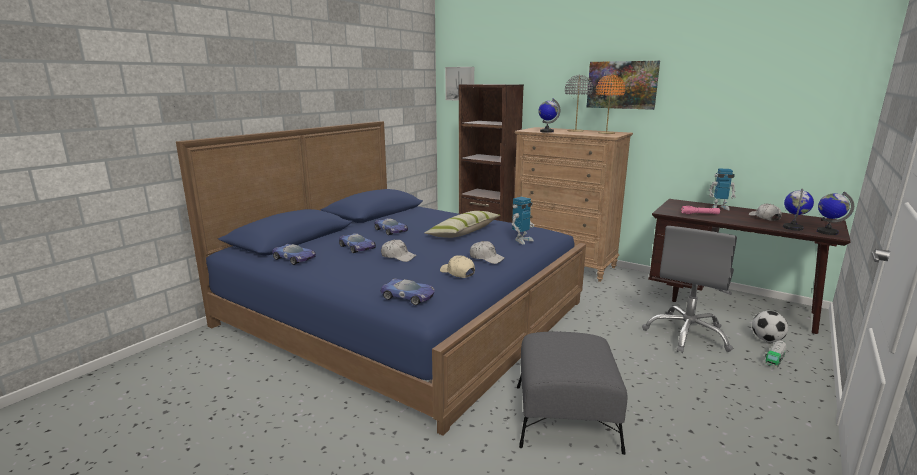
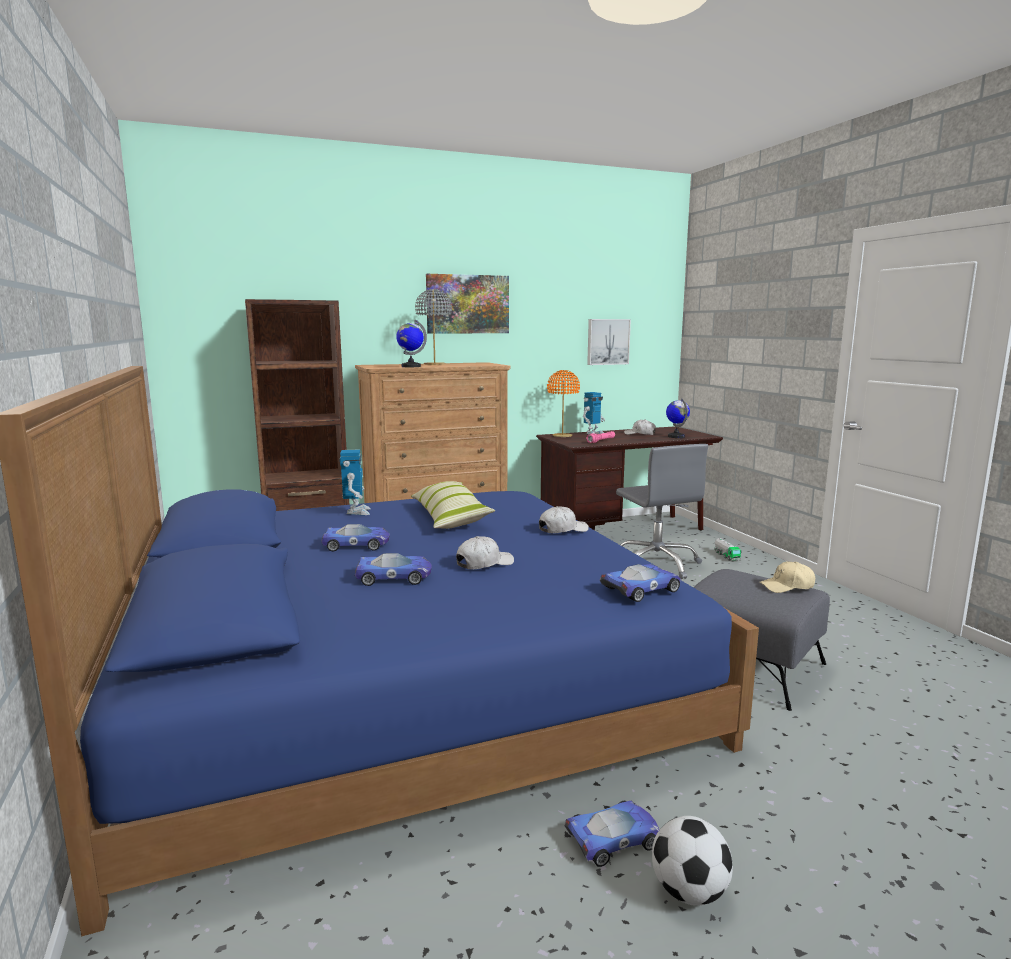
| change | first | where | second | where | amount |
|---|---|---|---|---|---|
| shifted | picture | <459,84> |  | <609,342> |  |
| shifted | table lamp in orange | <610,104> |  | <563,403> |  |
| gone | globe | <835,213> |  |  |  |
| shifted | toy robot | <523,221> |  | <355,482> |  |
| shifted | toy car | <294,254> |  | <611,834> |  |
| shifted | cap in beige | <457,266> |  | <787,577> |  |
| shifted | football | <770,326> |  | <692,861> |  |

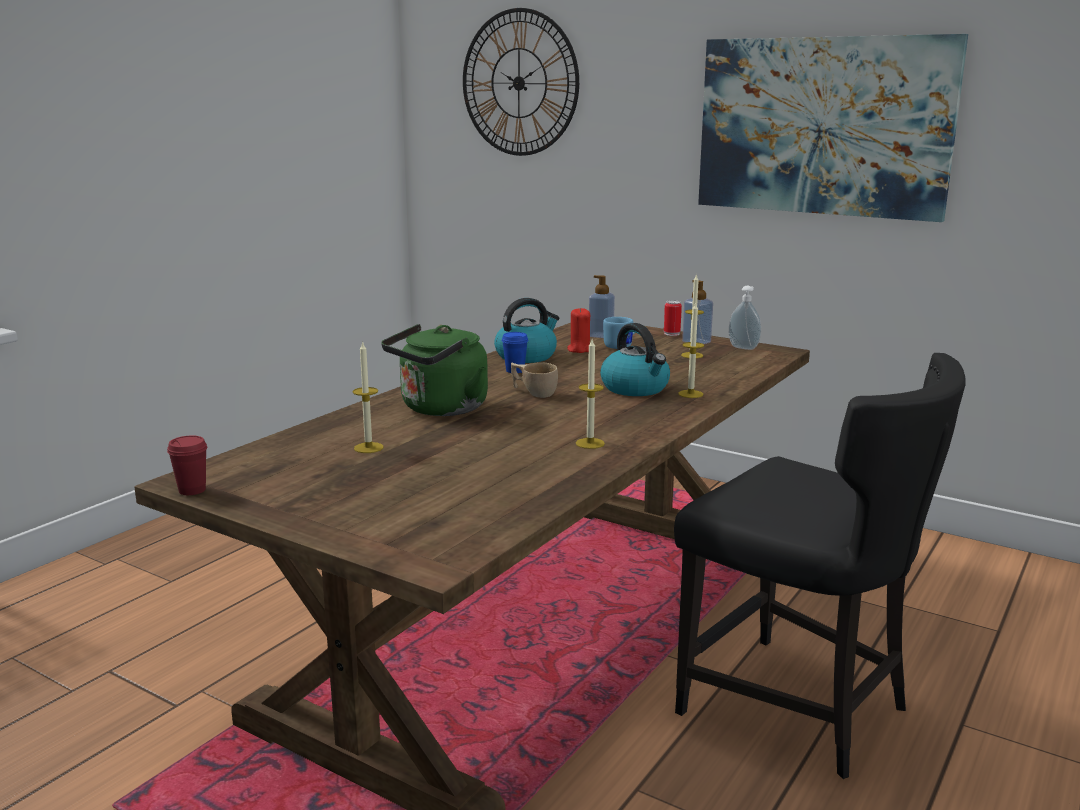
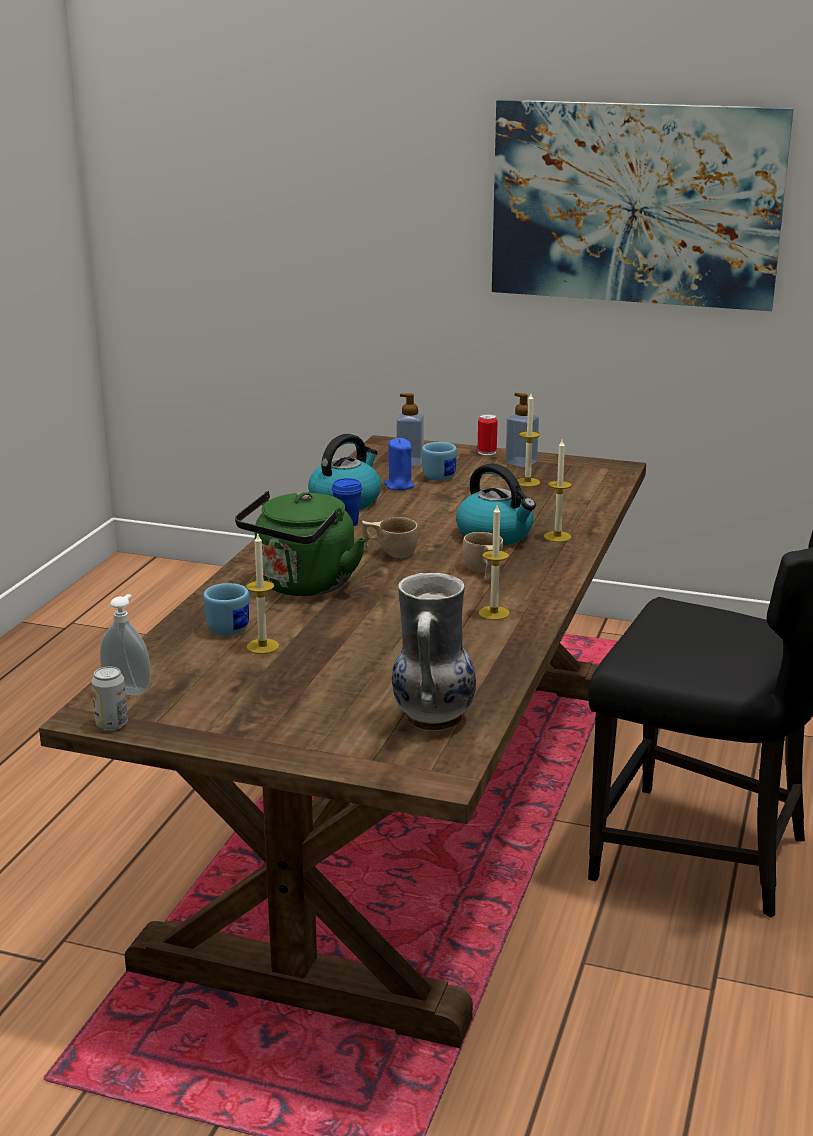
| change | first | where | second | where | amount |
|---|---|---|---|---|---|
| gone | wall clock | <521,82> |  |  |  |
| shifted | soap dispenser | <745,318> |  | <125,644> |  |
| repainted | candle in red | <578,330> | candle in blue | <399,464> |  |
| swapped | cup in red | <187,465> | can | <109,698> |  |
| new |  |  | cup in beige | <483,556> |  |
| new |  |  | vase | <434,652> |  |
| new |  |  | mug in blue | <226,609> |  |

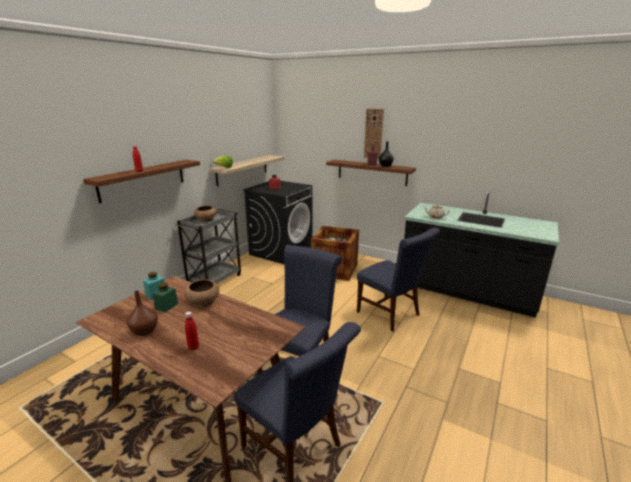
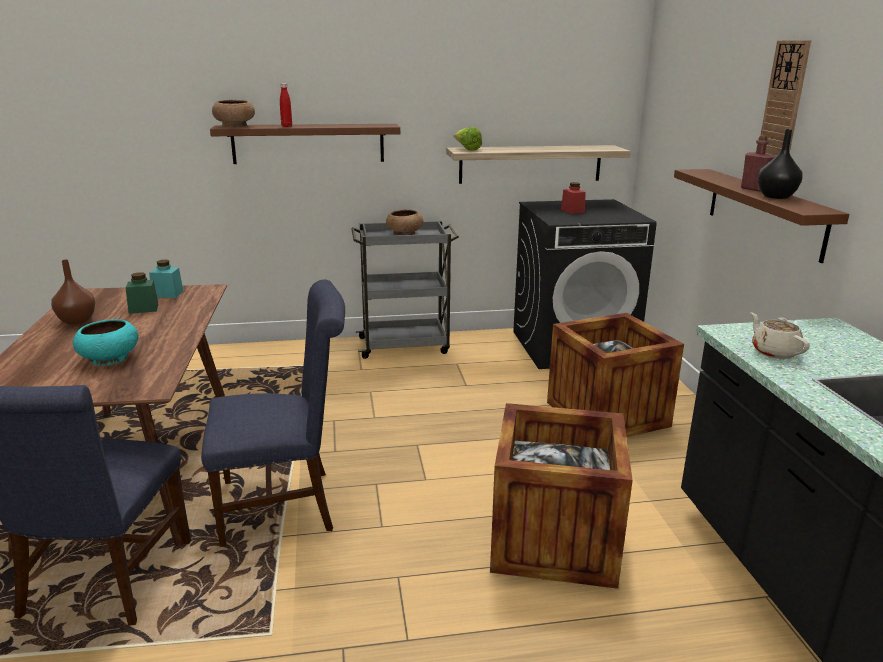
| change | first | where | second | where | amount |
|---|---|---|---|---|---|
| swapped | chair in blue | <398,280> | crate | <561,496> |  |
| shifted | bowl in brown | <201,293> |  | <233,114> |  |
| gone | bottle in red | <192,330> |  |  |  |
| new |  |  | bowl in turquoise | <106,342> |  |

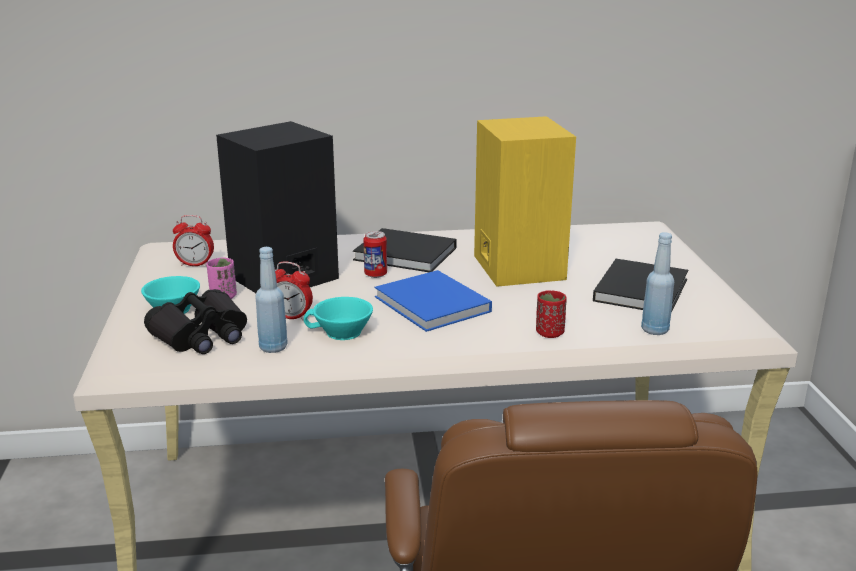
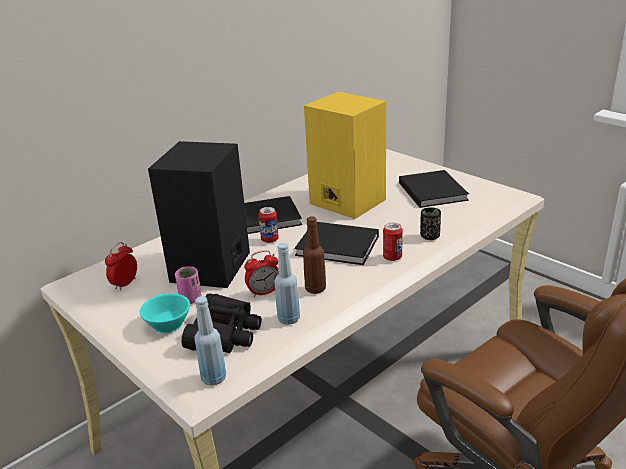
| change | first | where | second | where | amount |
|---|---|---|---|---|---|
| rotated | alarm clock | <193,241> |  | <121,266> | 150 degrees clockwise |
| shifted | bottle in blue | <657,283> |  | <210,341> |  |
| repainted | book in blue | <433,301> | book in black | <336,243> |  |
| repainted | cup in red | <551,314> | cup in black | <430,223> |  |
| swapped | cup in turquoise | <338,318> | bottle in brown | <314,255> |  |
| new |  |  | can | <393,242> |  |

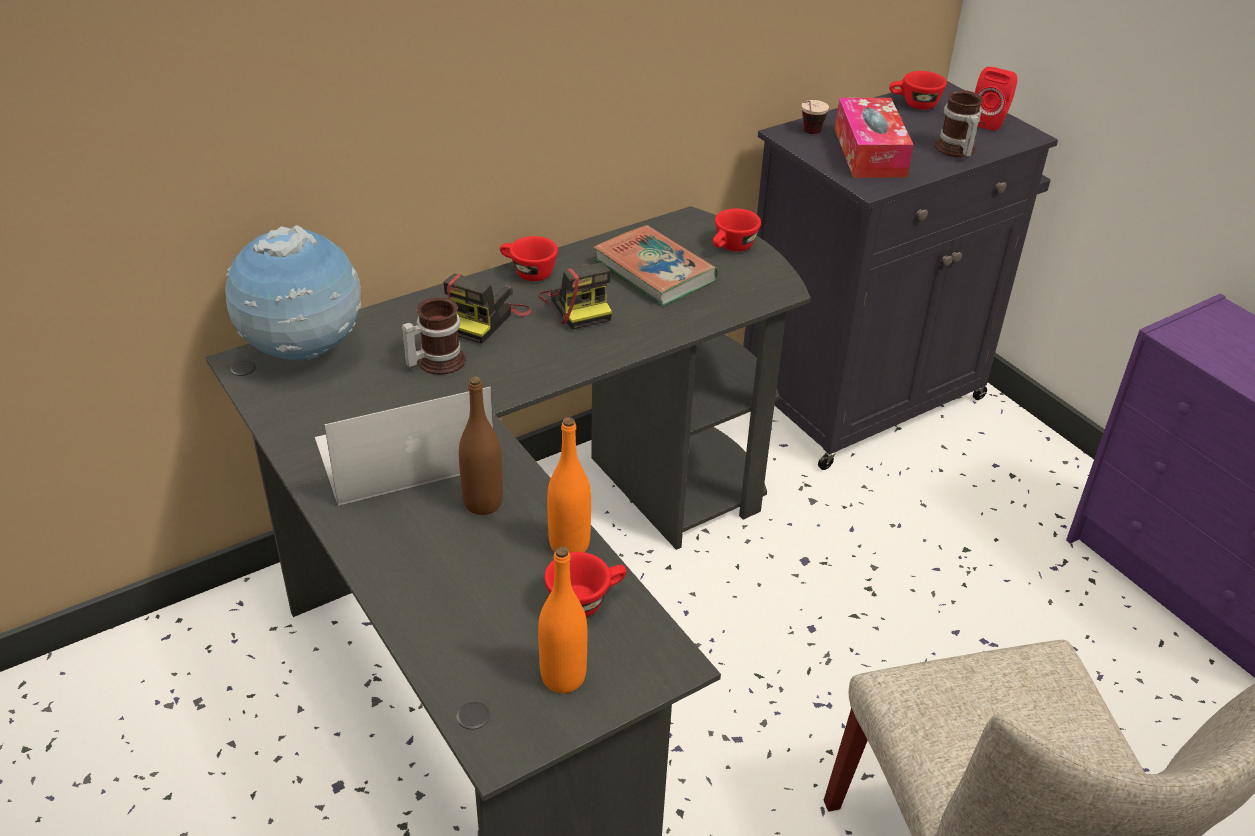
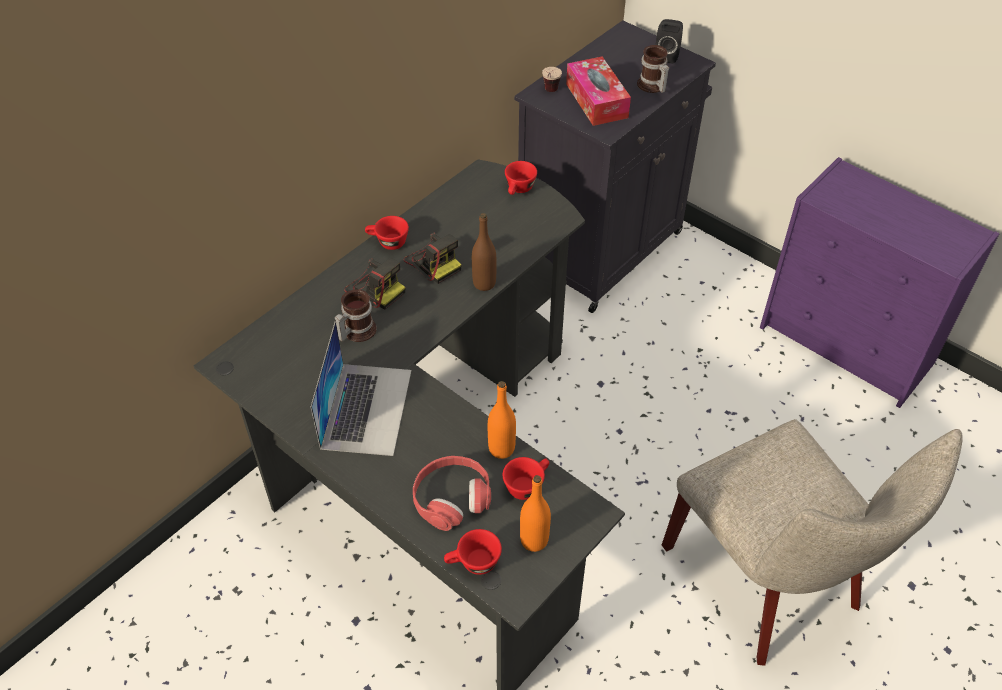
| change | first | where | second | where | amount |
|---|---|---|---|---|---|
| repainted | speaker in red | <996,99> | speaker in black | <669,41> |  |
| shifted | cup in red | <918,90> |  | <473,552> |  |
| gone | globe | <293,292> |  |  |  |
| gone | book | <656,265> |  |  |  |
| rotated | photo camera | <488,309> |  | <374,284> | 60 degrees counterclockwise |
| shifted | bottle in brown | <481,445> |  | <484,252> |  |
| rotated | laptop | <404,446> |  | <360,388> | 135 degrees clockwise |
| new |  |  | headphones in red | <452,493> |  |

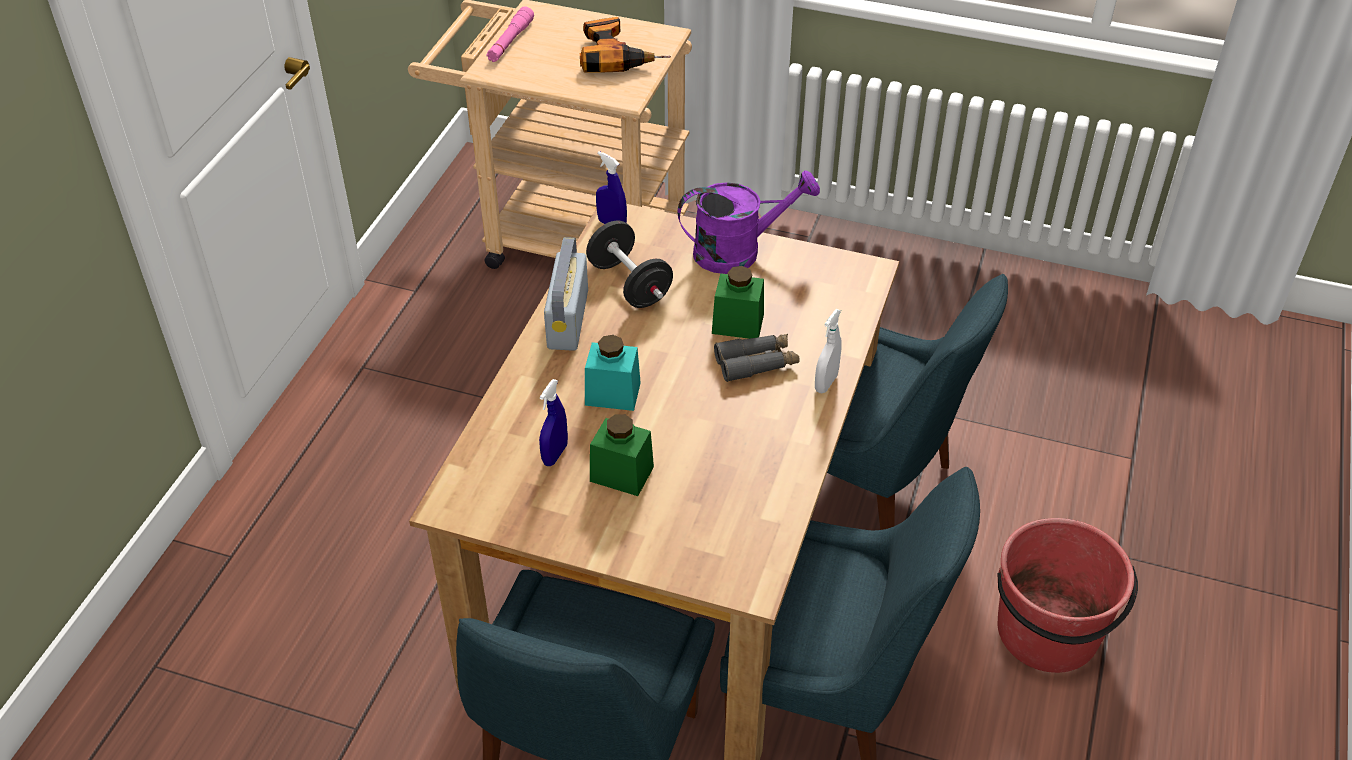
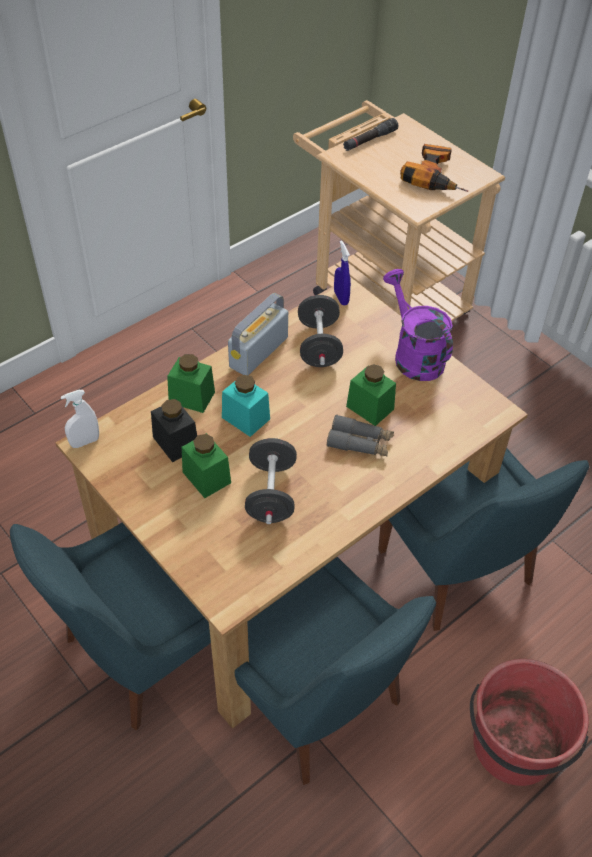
| change | first | where | second | where | amount |
|---|---|---|---|---|---|
| repainted | flashlight in pink | <510,34> | flashlight in black | <371,134> |  |
| rotated | watering can in purple | <748,222> |  | <418,325> | 135 degrees counterclockwise |
| shifted | spray bottle in white | <828,351> |  | <80,419> |  |
| swapped | spray bottle in blue | <553,422> | jar in black | <174,430> |  |
| new |  |  | jar in green | <191,383> |  |
| new |  |  | dumbbell in black | <271,481> |  |

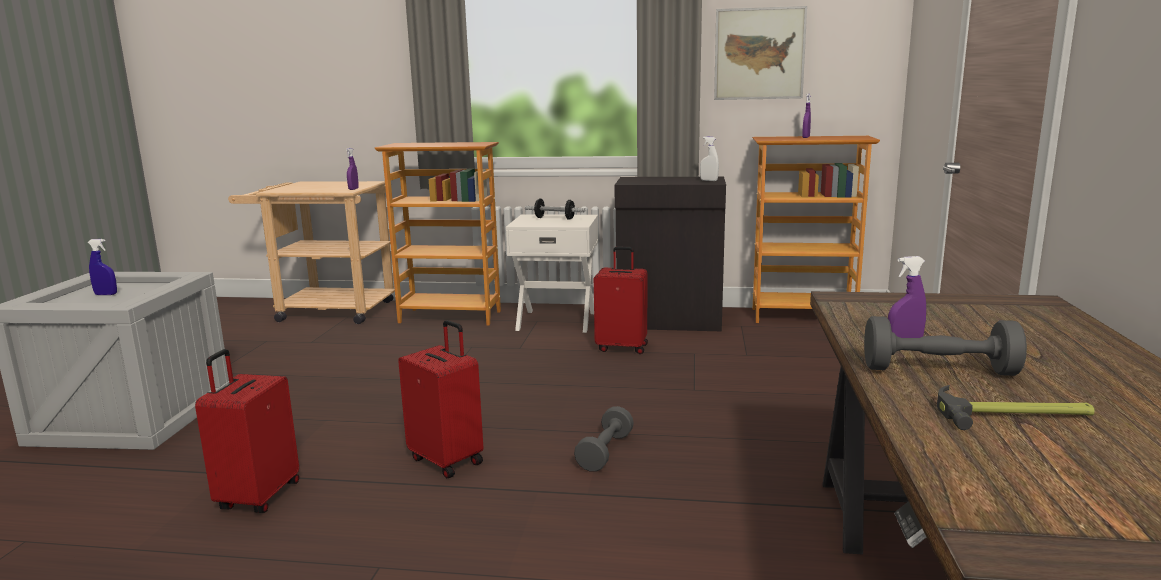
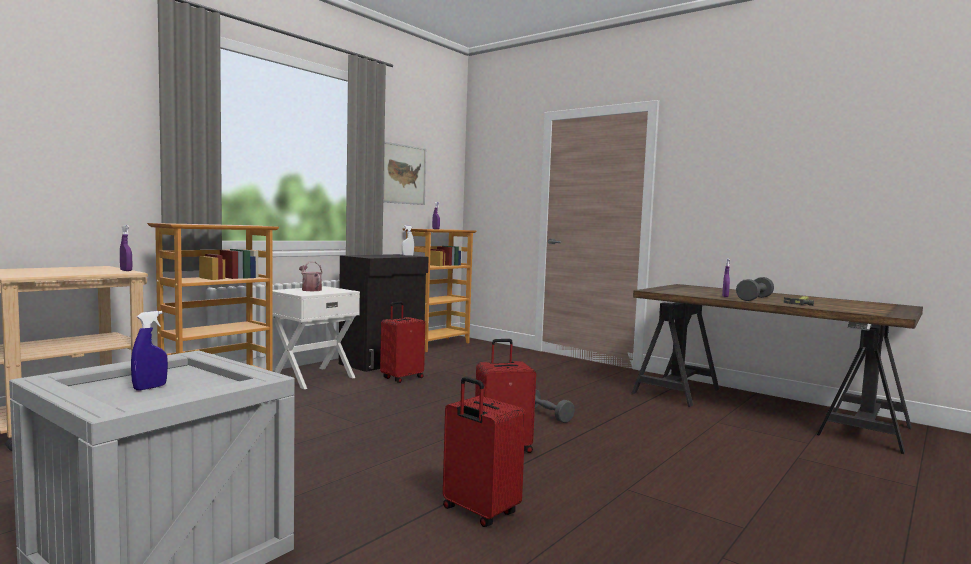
| change | first | where | second | where | amount |
|---|---|---|---|---|---|
| swapped | dumbbell | <555,209> | watering can | <311,276> |  |

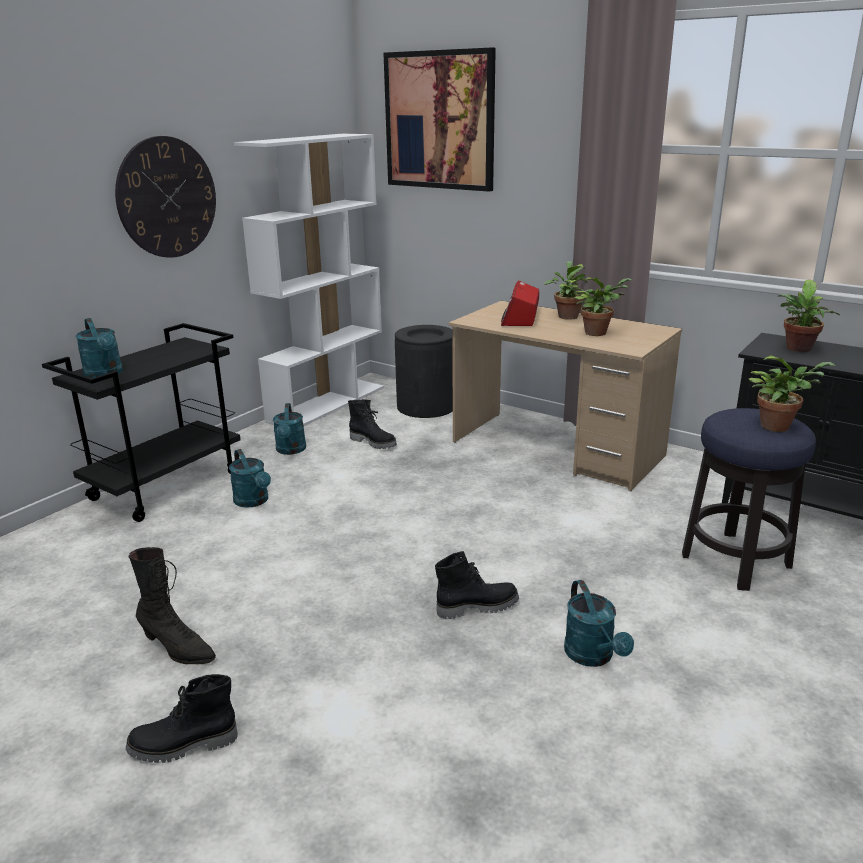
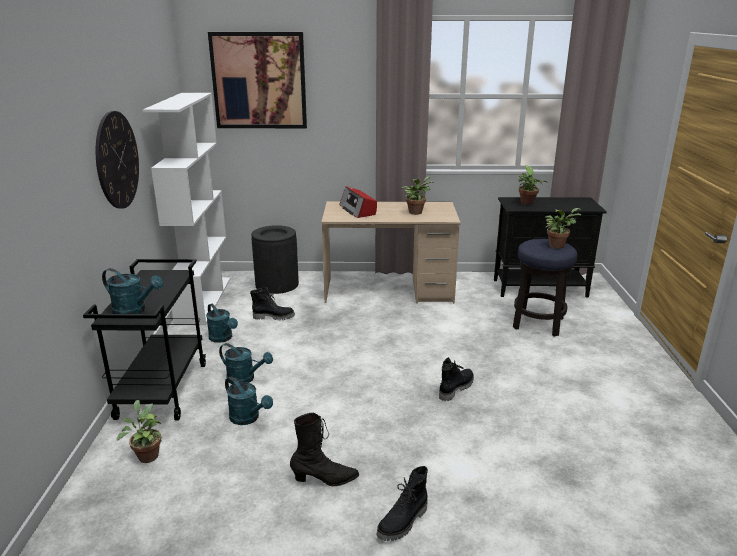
| change | first | where | second | where | amount |
|---|---|---|---|---|---|
| shifted | potted plant | <566,290> |  | <139,431> |  |
| shifted | watering can in turquoise | <599,623> |  | <249,400> |  |

